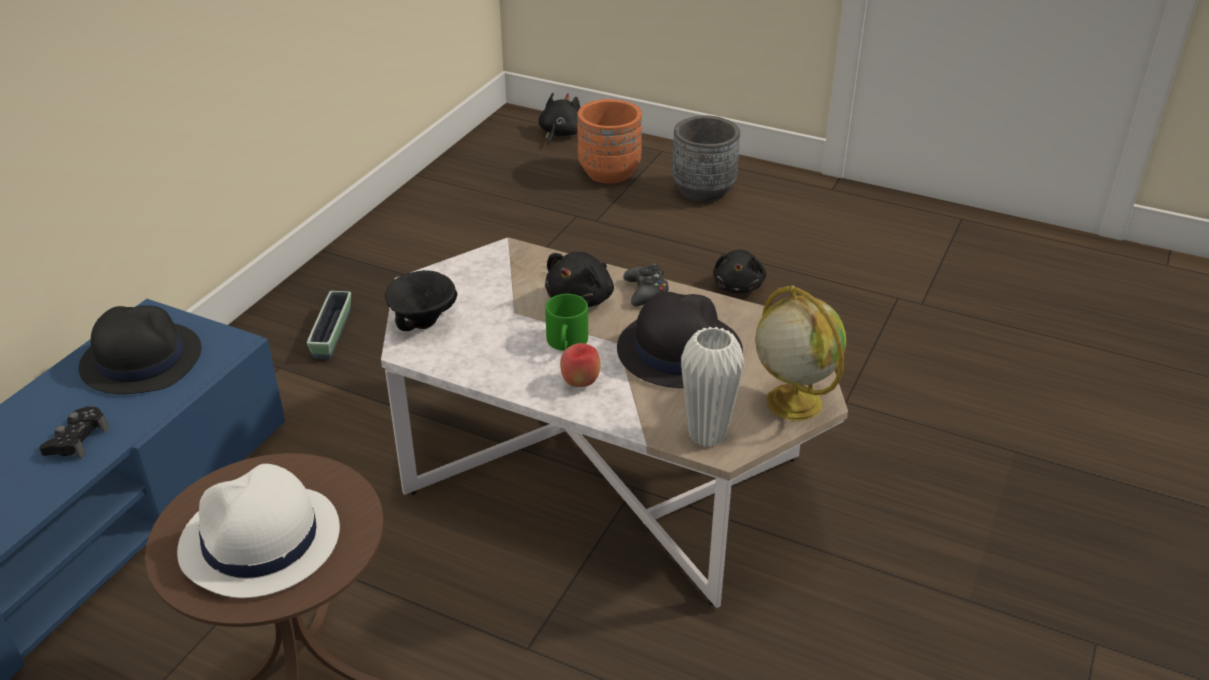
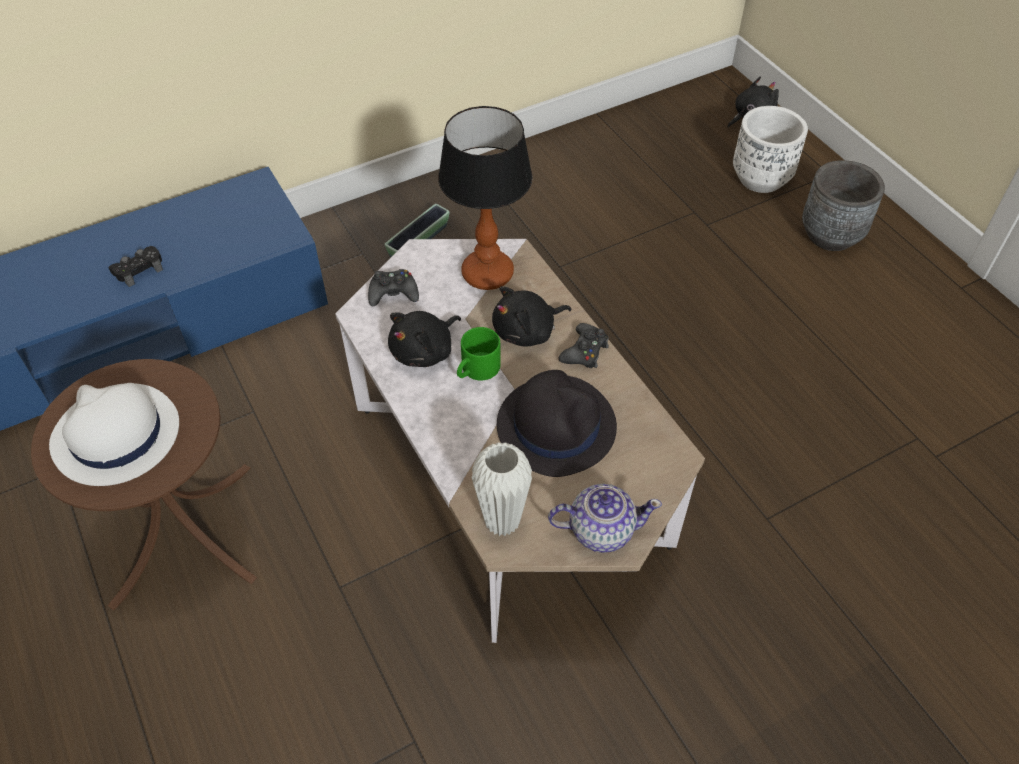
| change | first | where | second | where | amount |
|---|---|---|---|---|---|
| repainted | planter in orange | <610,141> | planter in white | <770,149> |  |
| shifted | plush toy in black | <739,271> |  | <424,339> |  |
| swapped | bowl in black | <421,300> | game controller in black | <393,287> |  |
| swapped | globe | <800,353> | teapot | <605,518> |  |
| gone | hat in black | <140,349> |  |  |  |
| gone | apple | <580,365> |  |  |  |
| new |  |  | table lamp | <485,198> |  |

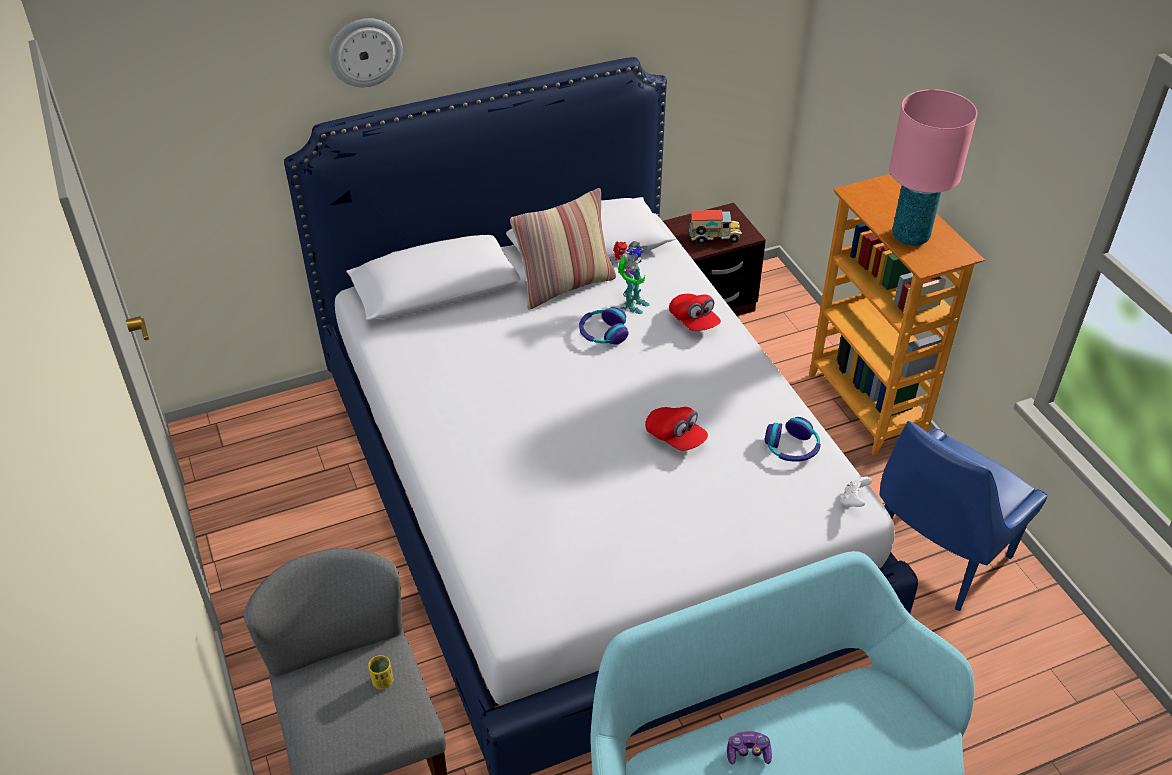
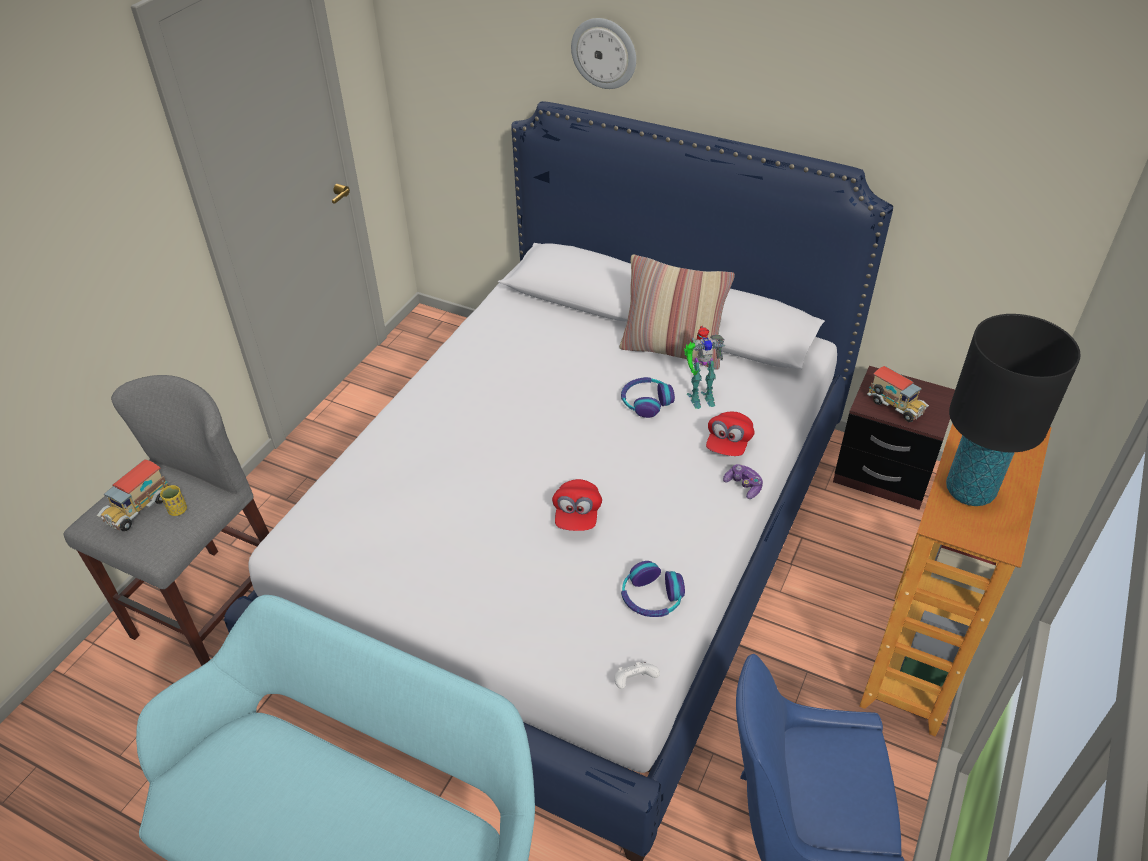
| change | first | where | second | where | amount |
|---|---|---|---|---|---|
| repainted | table lamp in pink | <933,167> | table lamp in black | <1013,410> |  |
| shifted | game controller | <749,748> |  | <743,481> |  |
| new |  |  | toy truck | <133,495> |  |

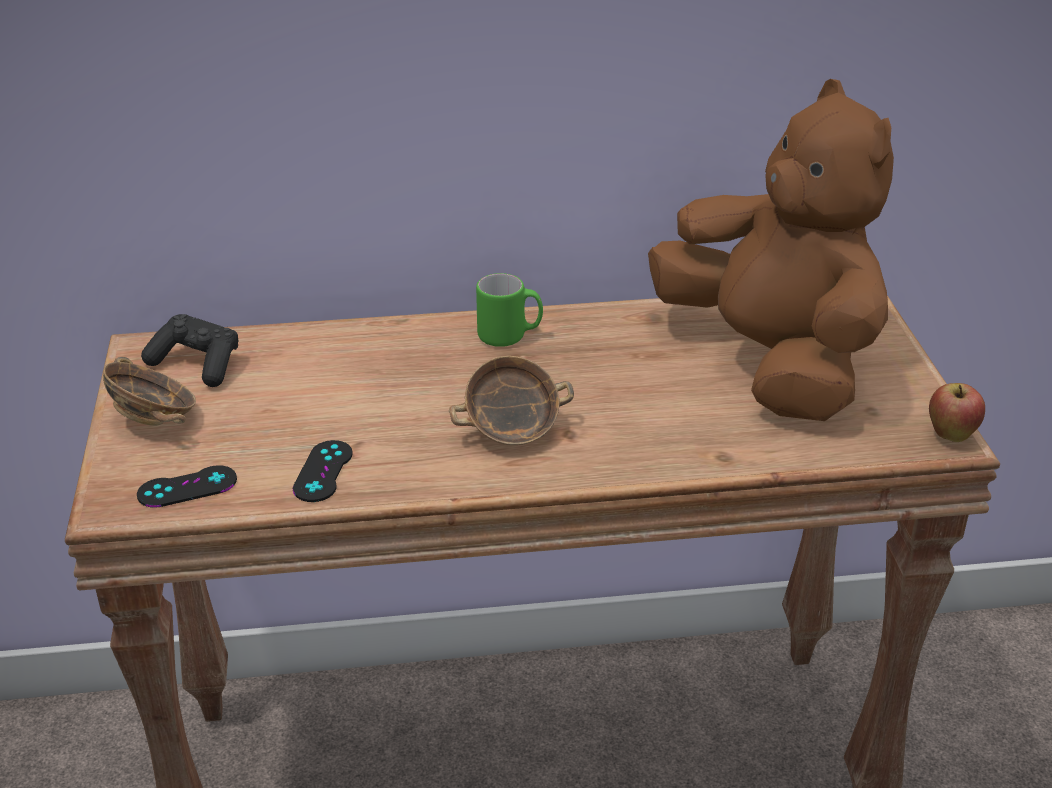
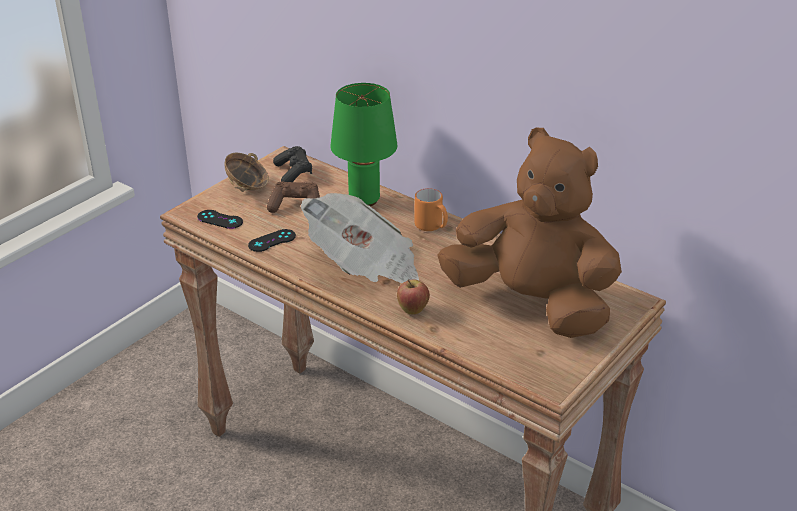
| change | first | where | second | where | amount |
|---|---|---|---|---|---|
| rotated | plush toy in brown | <771,250> |  | <529,233> | 75 degrees counterclockwise |
| repainted | mug in green | <509,310> | mug in orange | <431,209> |  |
| swapped | bowl | <511,400> | newspaper | <360,238> |  |
| shifted | apple | <957,412> |  | <413,297> |  |
| new |  |  | table lamp in green | <364,144> |  |
| new |  |  | game controller in brown | <293,197> |  |

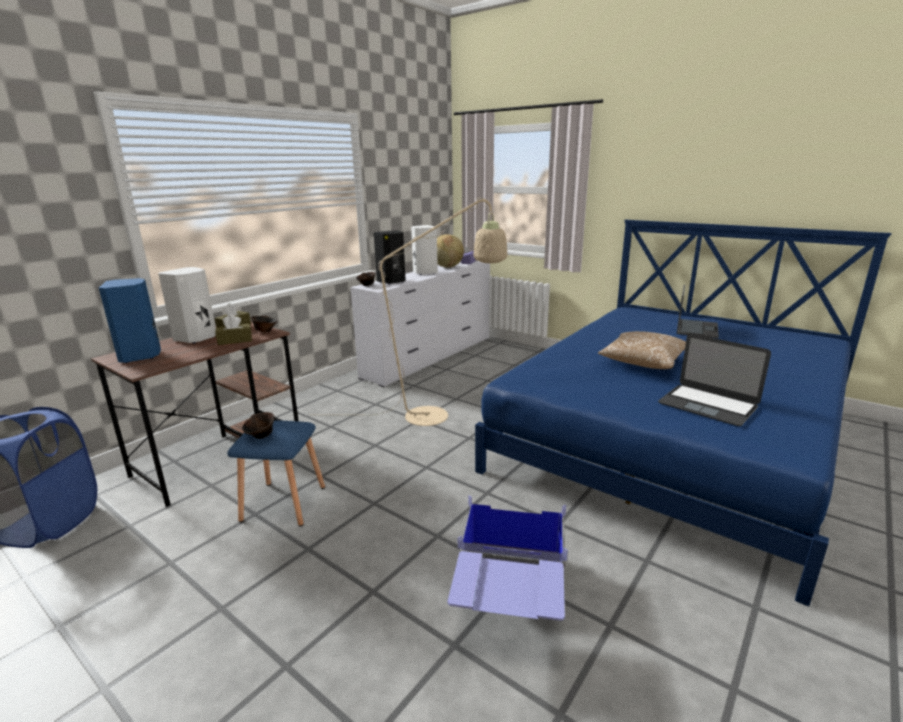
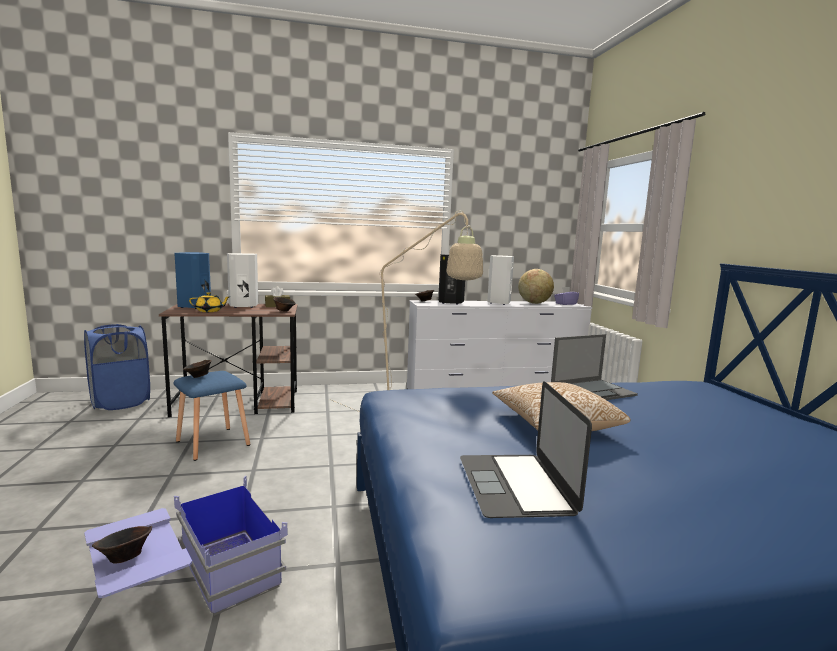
| change | first | where | second | where | amount |
|---|---|---|---|---|---|
| shifted | laptop | <698,311> |  | <594,367> |  |
| gone | tissue box in brown | <233,329> |  |  |  |
| new |  |  | teapot in yellow | <209,302> |  |
| new |  |  | bowl in brown | <122,545> |  |

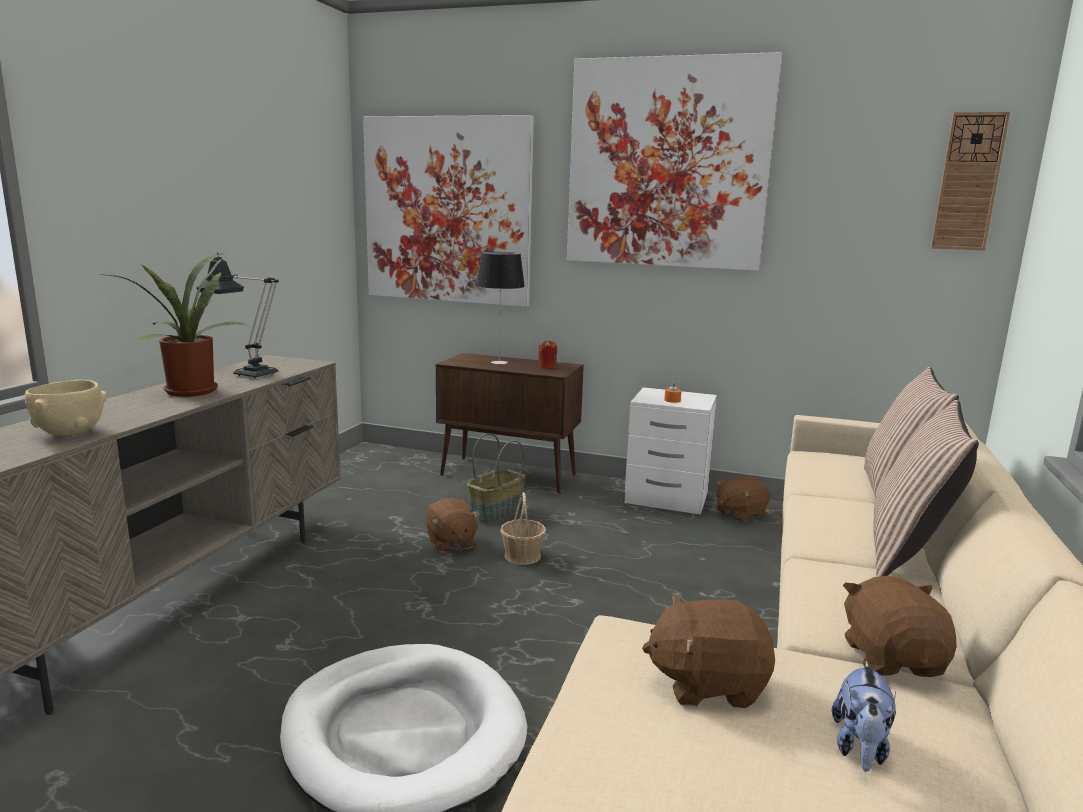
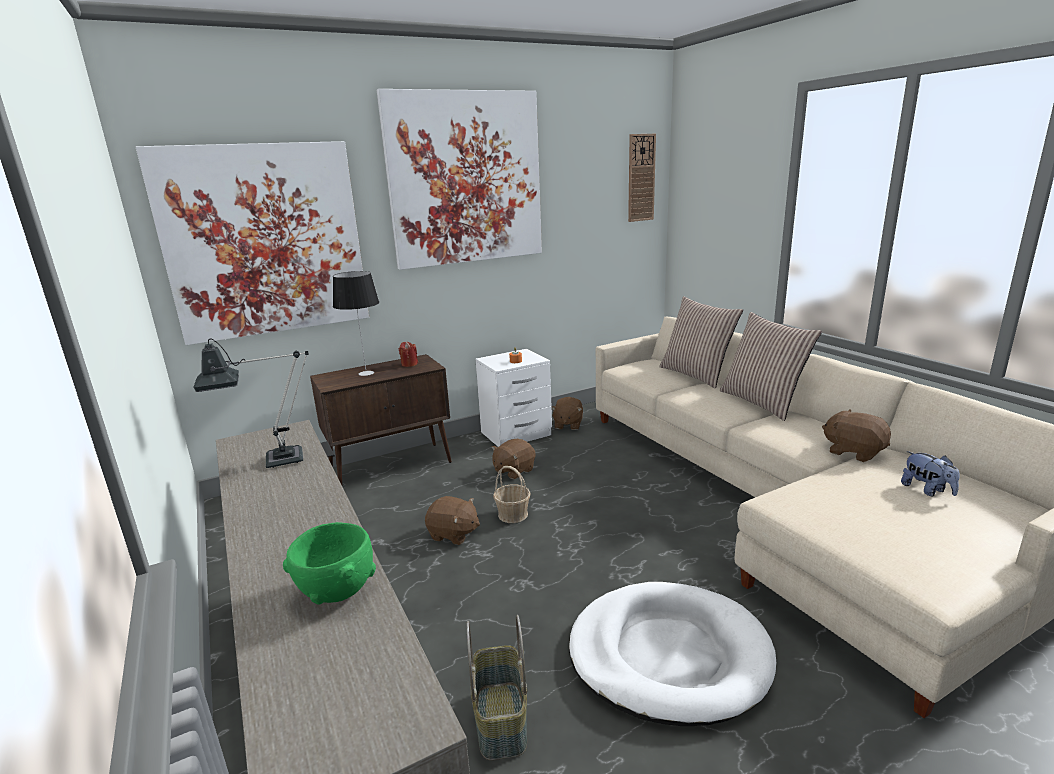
| change | first | where | second | where | amount |
|---|---|---|---|---|---|
| gone | potted plant | <174,325> |  |  |  |
| repainted | bowl in beige | <66,408> | bowl in green | <329,563> |  |
| shifted | basket | <496,478> |  | <497,687> |  |
| shifted | plush toy in brown | <708,651> |  | <513,459> |  |

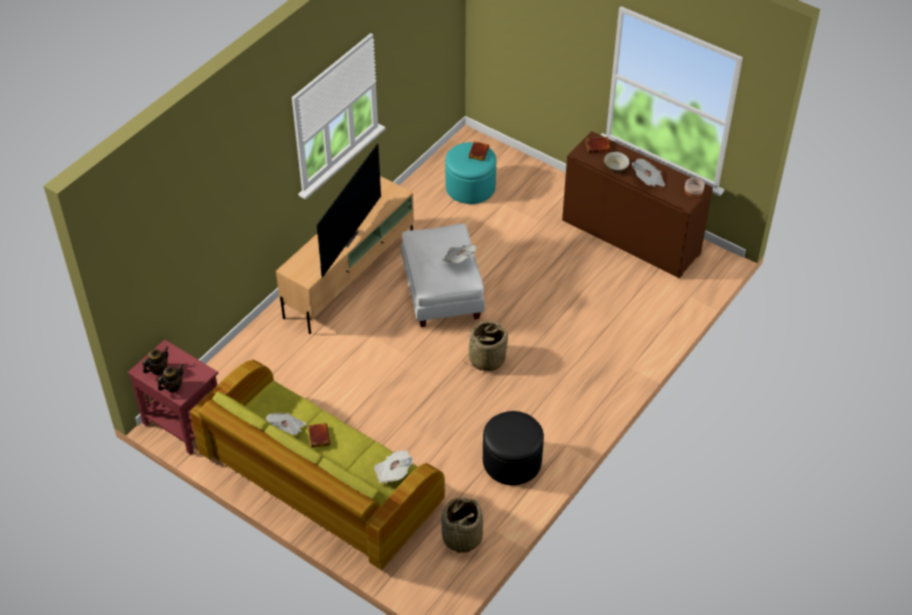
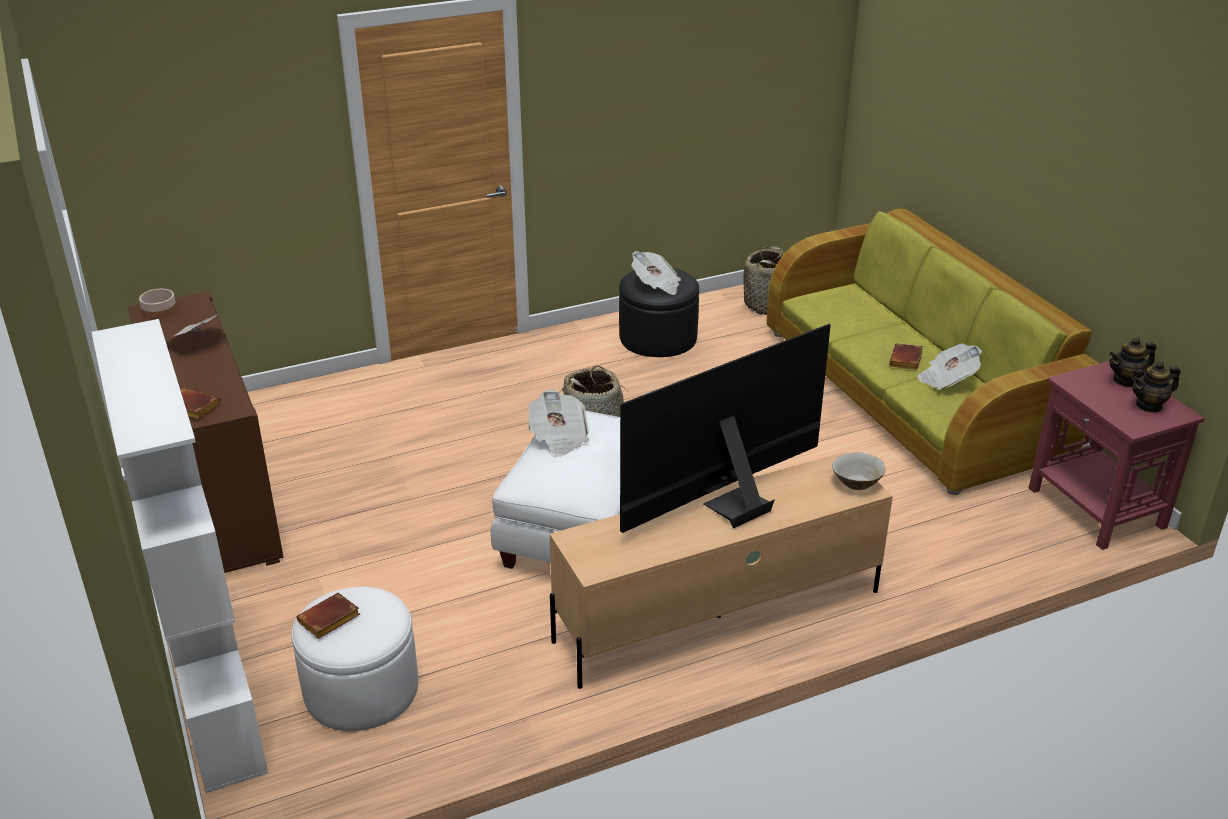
| change | first | where | second | where | amount |
|---|---|---|---|---|---|
| repainted | ottoman in turquoise | <471,173> | ottoman in white | <355,659> |  |
| shifted | bowl in beige | <617,162> |  | <859,471> |  |
| shifted | newspaper | <393,466> |  | <656,273> |  |
| new |  |  | bookcase in white | <179,556> |  |

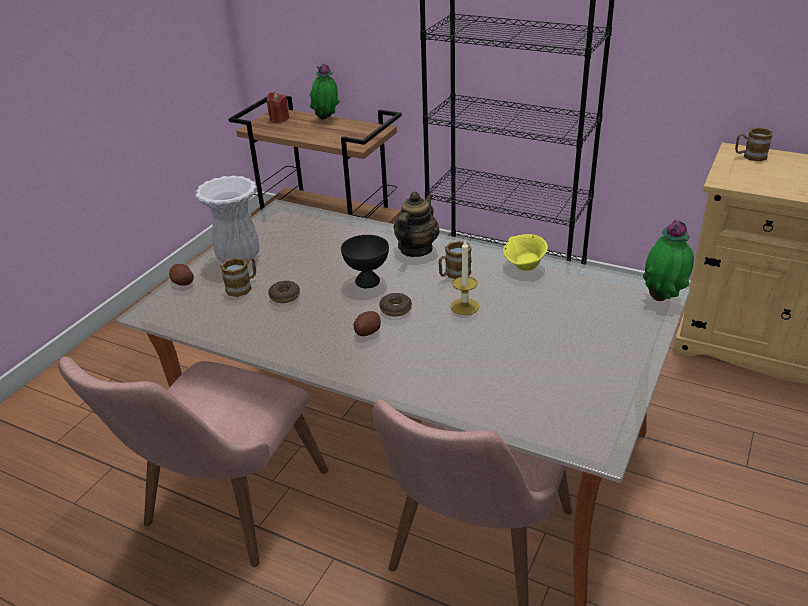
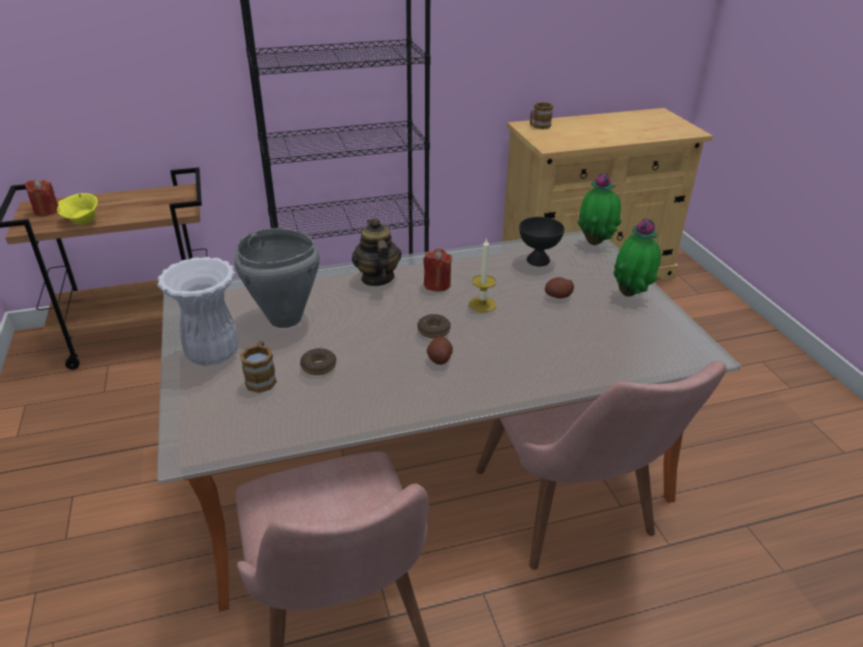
| change | first | where | second | where | amount |
|---|---|---|---|---|---|
| shifted | potted plant | <324,91> |  | <637,258> |  |
| shifted | bowl in yellow | <525,252> |  | <77,209> |  |
| shifted | bowl in black | <365,261> |  | <541,241> |  |
| swapped | mug | <455,260> | candle in red | <437,270> |  |
| shifted | potato | <181,275> |  | <559,287> |  |
| new |  |  | cooking pot in grey | <277,278> |  |

